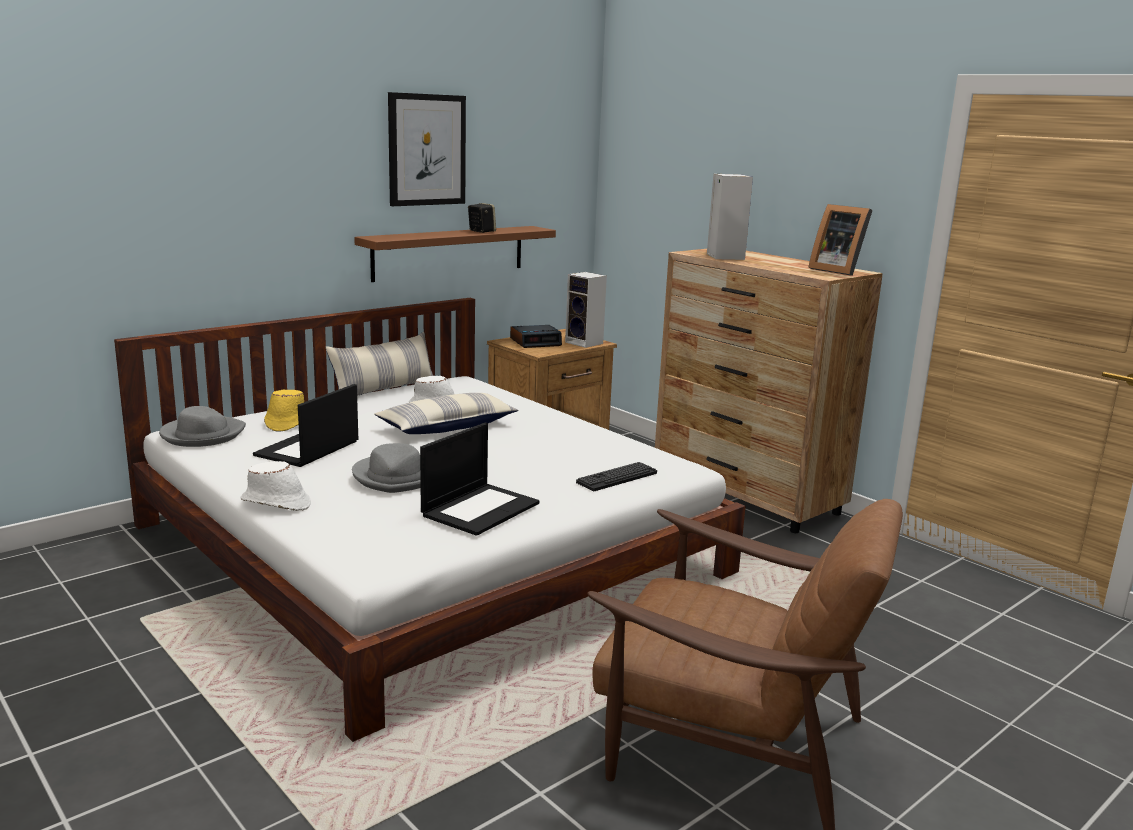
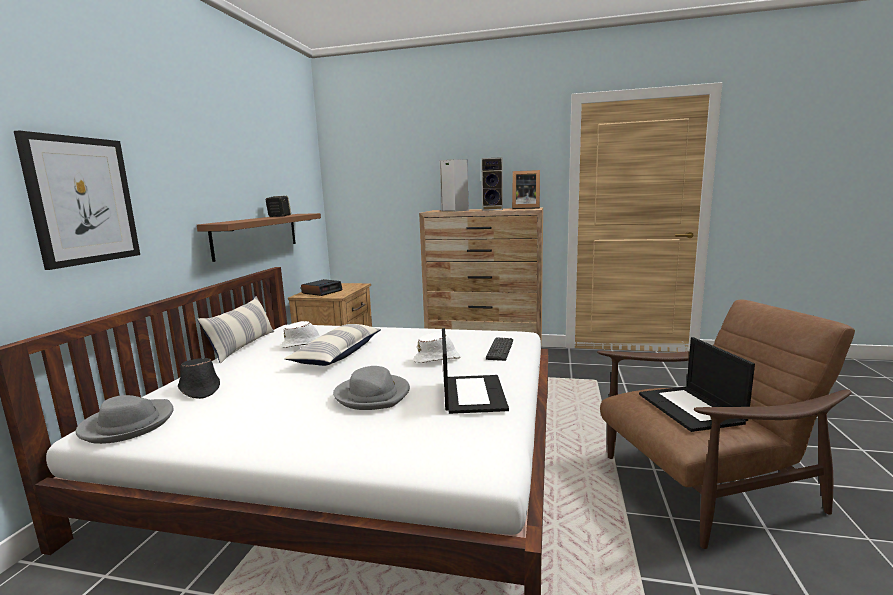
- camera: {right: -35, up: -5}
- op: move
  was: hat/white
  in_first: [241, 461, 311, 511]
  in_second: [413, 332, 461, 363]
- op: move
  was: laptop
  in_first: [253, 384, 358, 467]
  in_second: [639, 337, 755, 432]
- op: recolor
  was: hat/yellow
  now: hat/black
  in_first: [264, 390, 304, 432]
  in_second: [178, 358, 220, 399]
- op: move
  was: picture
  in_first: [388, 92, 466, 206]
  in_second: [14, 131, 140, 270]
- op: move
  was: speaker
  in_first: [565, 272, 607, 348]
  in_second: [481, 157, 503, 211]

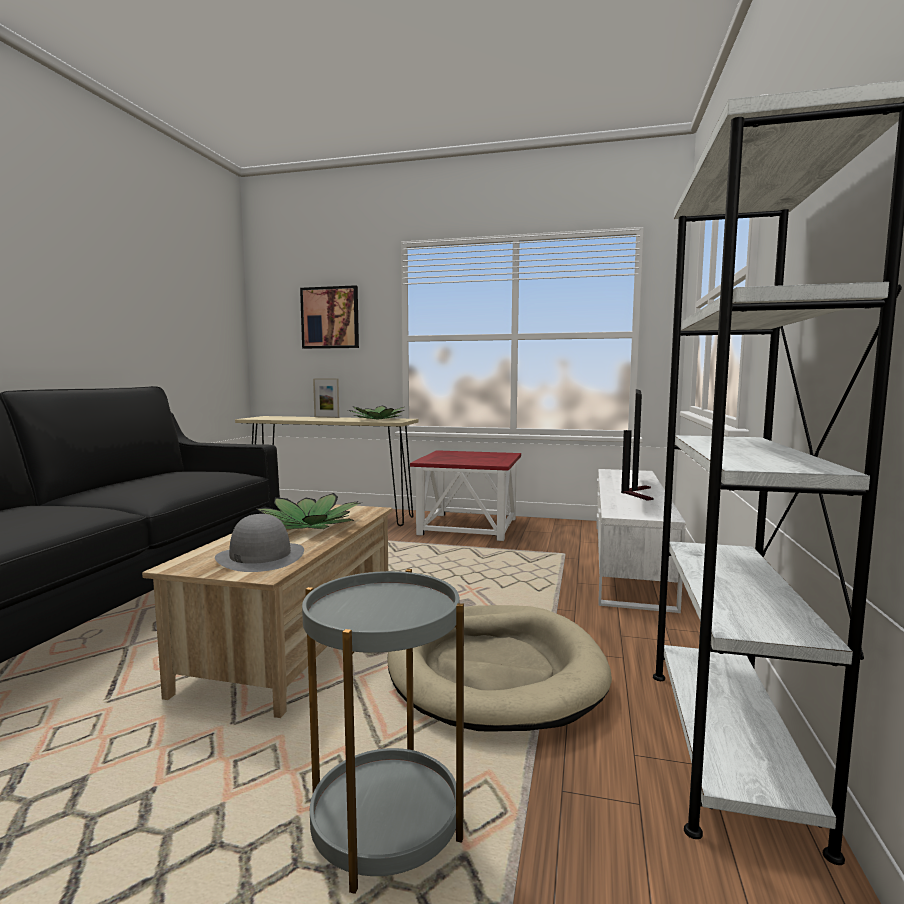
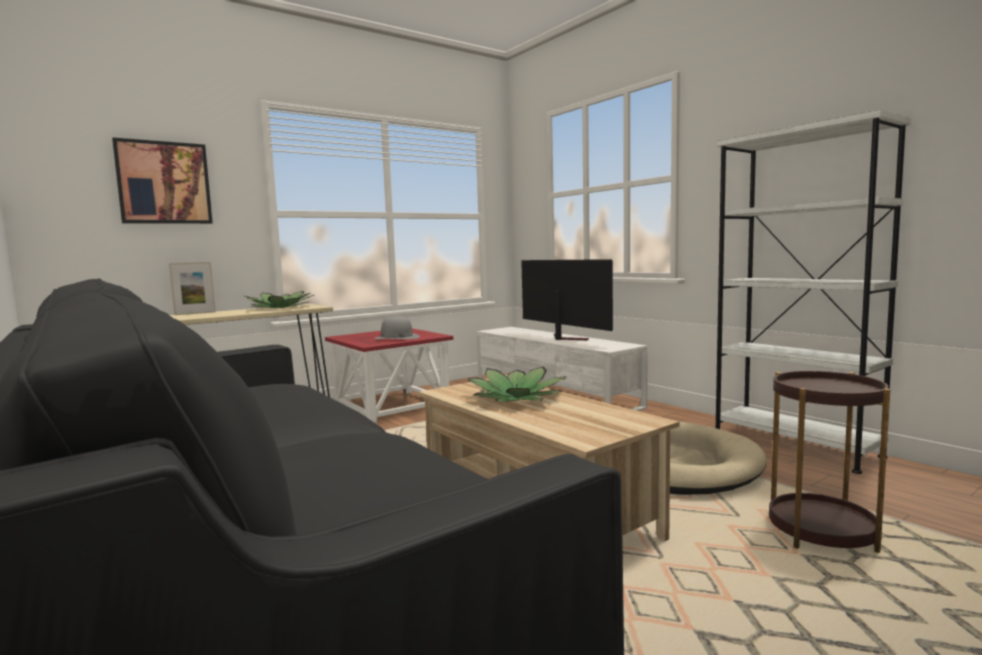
- camera: {right: -50, up: 0}
- op: move
  was: hat/grey
  in_first: [215, 514, 304, 572]
  in_second: [374, 317, 420, 339]
- op: recolor
  was: side table/grey
  now: side table/brown
  in_first: [302, 569, 464, 894]
  in_second: [769, 371, 890, 553]

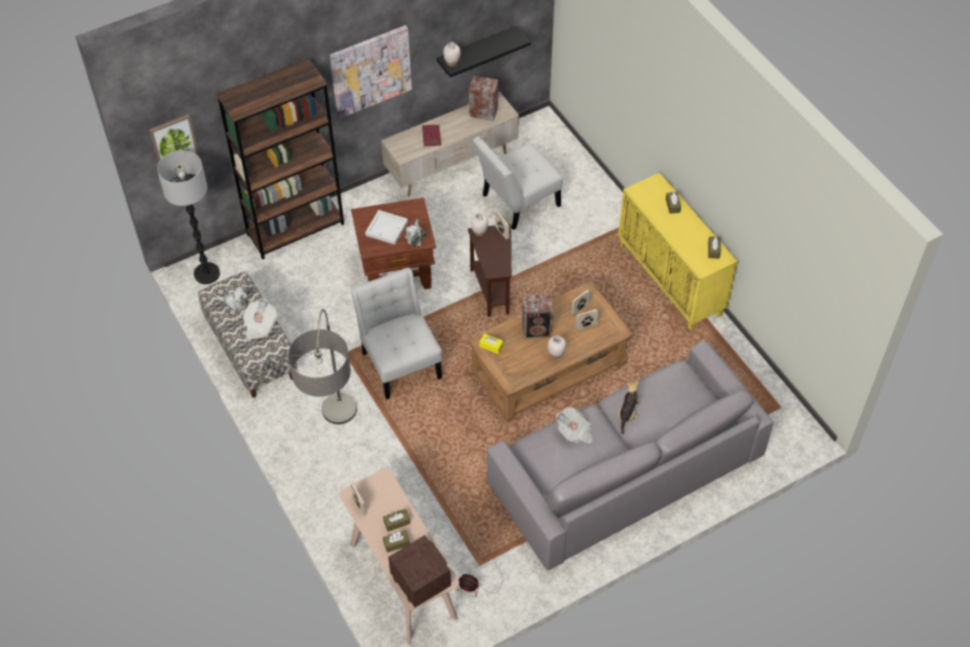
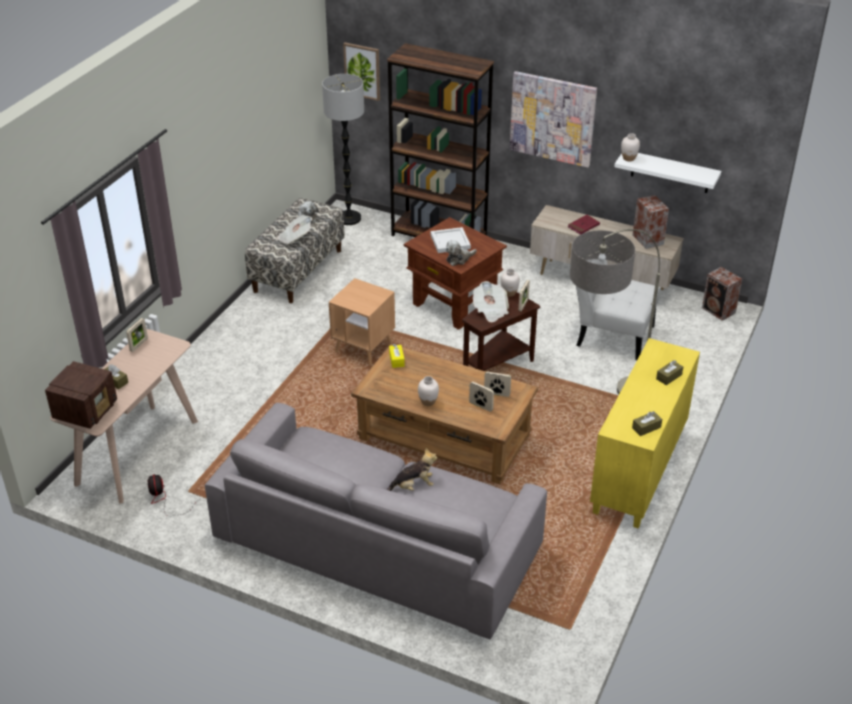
- camera: {right: 55, up: -15}
- op: move
  was: floor lamp
  in_first: [288, 309, 357, 424]
  in_second: [570, 229, 660, 395]
- op: replace
  was: chair/white
  now: side table/brown
  in_first: [351, 267, 442, 400]
  in_second: [329, 278, 395, 365]
- op: delete
  was: tissue box/brown
  in_first: [383, 509, 410, 532]
- op: recolor
  was: shelf/black
  now: shelf/white
  in_first: [437, 26, 531, 78]
  in_second: [614, 153, 721, 193]
- op: move
  was: speaker
  in_first: [522, 294, 553, 339]
  in_second: [702, 267, 742, 321]
- op: move
  was: newspaper
  in_first: [556, 407, 592, 443]
  in_second: [473, 281, 509, 323]

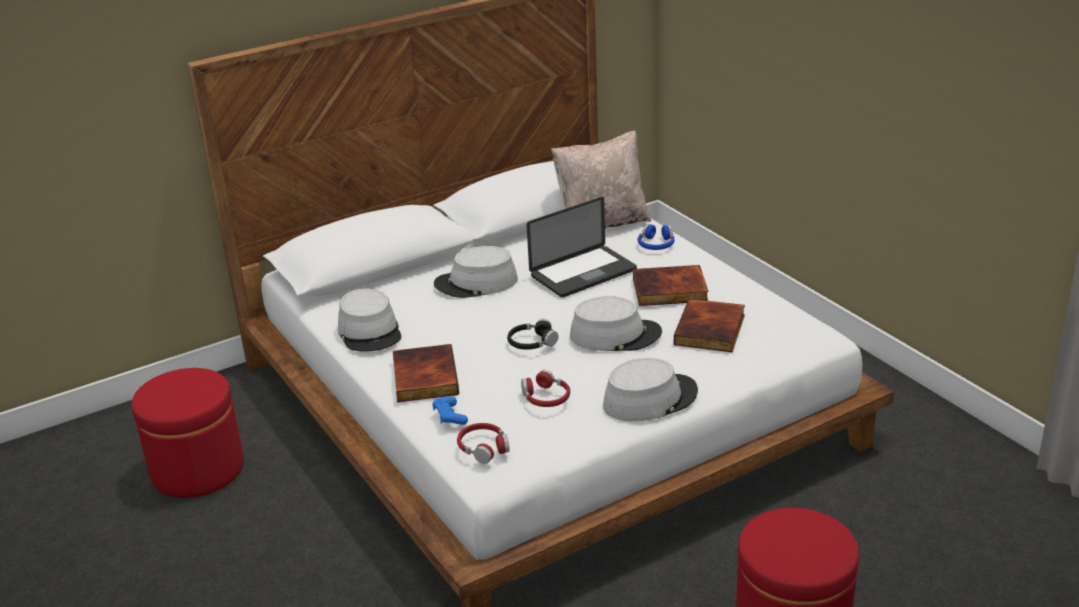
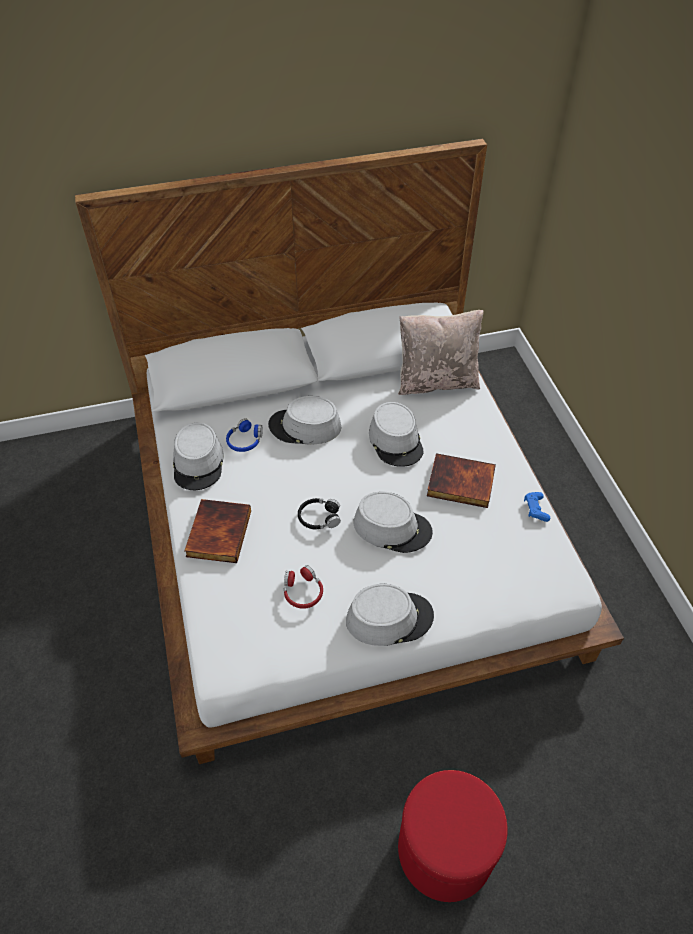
- camera: {right: 15, up: 20}
- op: delete
  was: ottoman/red
  in_first: [131, 368, 244, 498]
- op: move
  was: game controller/blue
  in_first: [432, 397, 468, 425]
  in_second: [524, 492, 550, 522]
- op: delete
  was: headphones/red
  in_first: [457, 423, 510, 464]
- op: replace
  was: laptop
  now: hat/grey
  in_first: [527, 197, 637, 298]
  in_second: [369, 402, 423, 467]
- op: move
  was: headphones/blue
  in_first: [638, 224, 675, 250]
  in_second: [226, 418, 263, 452]
- op: delete
  was: book
  in_first: [674, 299, 745, 352]

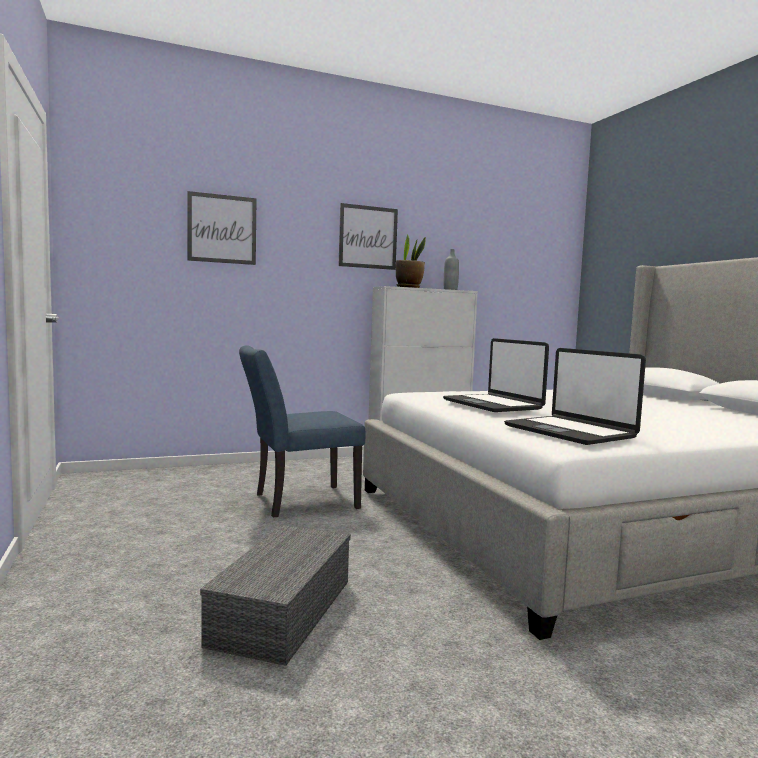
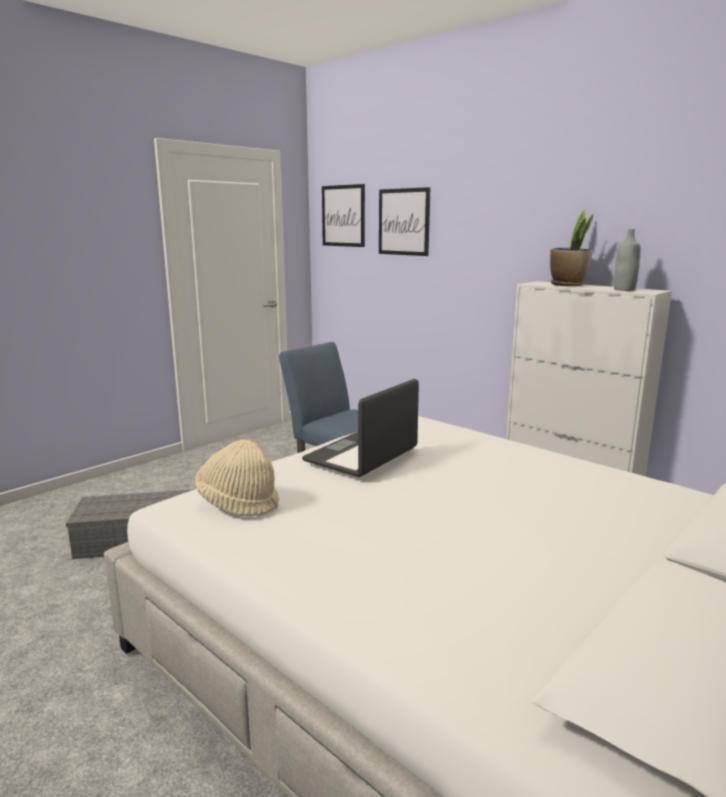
- camera: {right: 65, up: 10}
- op: move
  was: picture
  in_first: [339, 203, 398, 270]
  in_second: [322, 184, 365, 247]
- op: replace
  was: laptop
  now: hat/beige
  in_first: [504, 348, 646, 445]
  in_second: [195, 440, 279, 517]

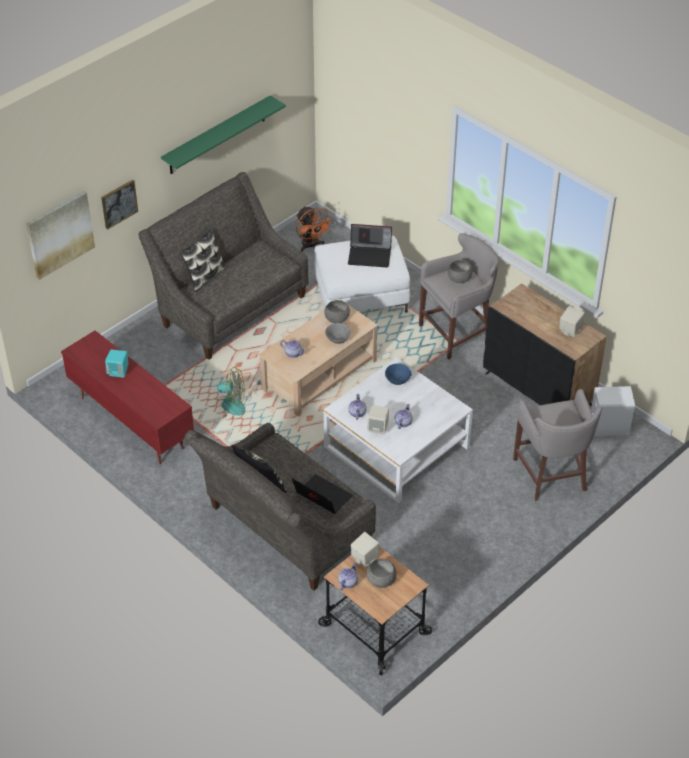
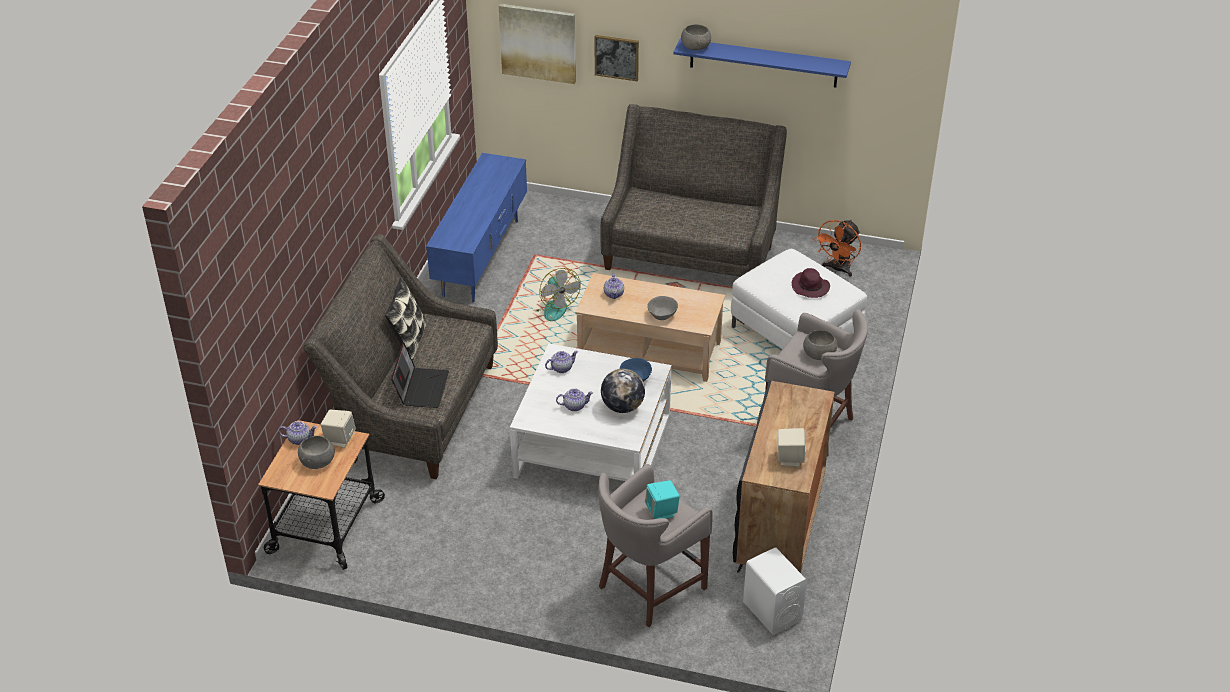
- camera: {right: 60, up: -5}
- op: recolor
  was: tv stand/red
  now: tv stand/blue
  in_first: [61, 330, 194, 464]
  in_second: [425, 153, 527, 302]
- op: move
  was: speaker/turquoise
  in_first: [105, 349, 128, 378]
  in_second: [645, 480, 680, 519]
- op: recolor
  was: shelf/green
  now: shelf/blue
  in_first: [161, 96, 286, 174]
  in_second: [674, 38, 851, 88]
- op: delete
  was: pillow
  in_first: [180, 228, 226, 292]
- op: move
  was: bowl/grey
  in_first: [324, 300, 350, 323]
  in_second: [681, 24, 711, 50]
- op: replace
  was: laptop
  now: hat/purple
  in_first: [348, 224, 392, 267]
  in_second: [792, 268, 830, 298]
- op: delete
  was: speaker/beige
  in_first: [367, 405, 389, 435]
- op: insert
  now: globe
  in_second: [601, 369, 645, 413]

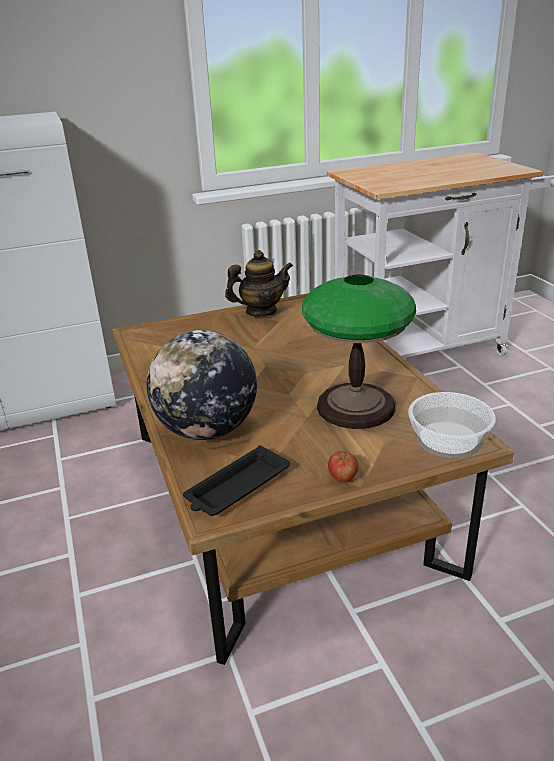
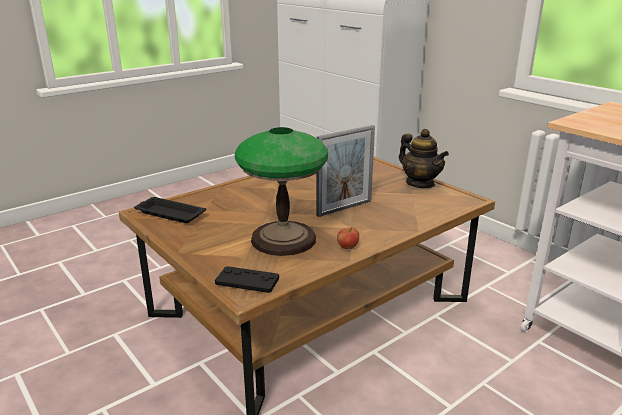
- camera: {right: 70, up: -5}
- op: delete
  was: globe
  in_first: [147, 330, 257, 440]
- op: move
  was: apple
  in_first: [328, 451, 358, 483]
  in_second: [337, 227, 359, 249]
- op: replace
  was: bowl
  now: game controller/black
  in_first: [408, 392, 496, 458]
  in_second: [215, 266, 279, 293]
- op: insert
  now: picture frame
  in_second: [316, 125, 375, 217]

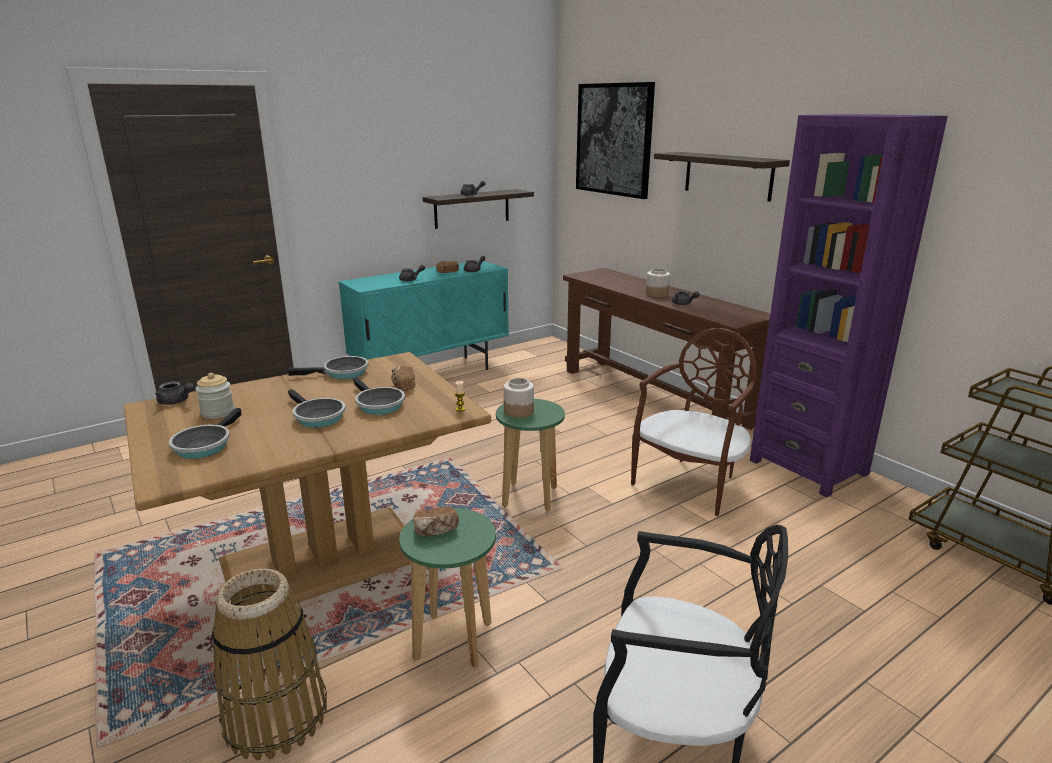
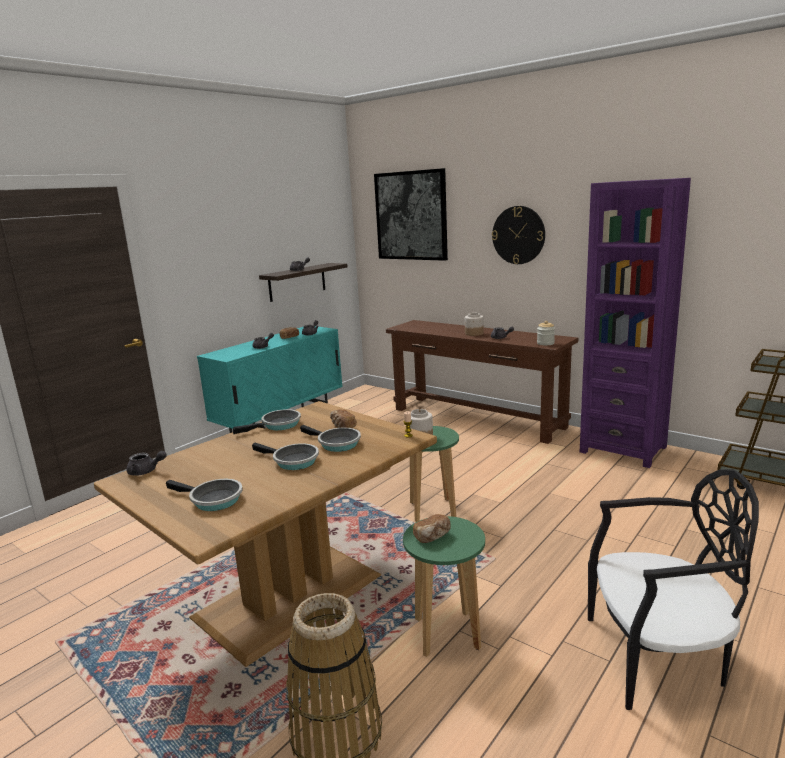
- camera: {right: -15, up: -5}
- op: rotate
  was: frying pan
  in_first: [169, 408, 241, 459]
  in_second: [166, 479, 243, 511]
  clockwise: -60
- op: move
  was: jar
  in_first: [196, 373, 234, 419]
  in_second: [537, 321, 555, 345]
- op: delete
  was: chair/brown
  in_first: [631, 328, 757, 516]
- op: replace
  was: shelf
  now: wall clock
  in_first: [654, 152, 790, 202]
  in_second: [492, 206, 545, 264]

